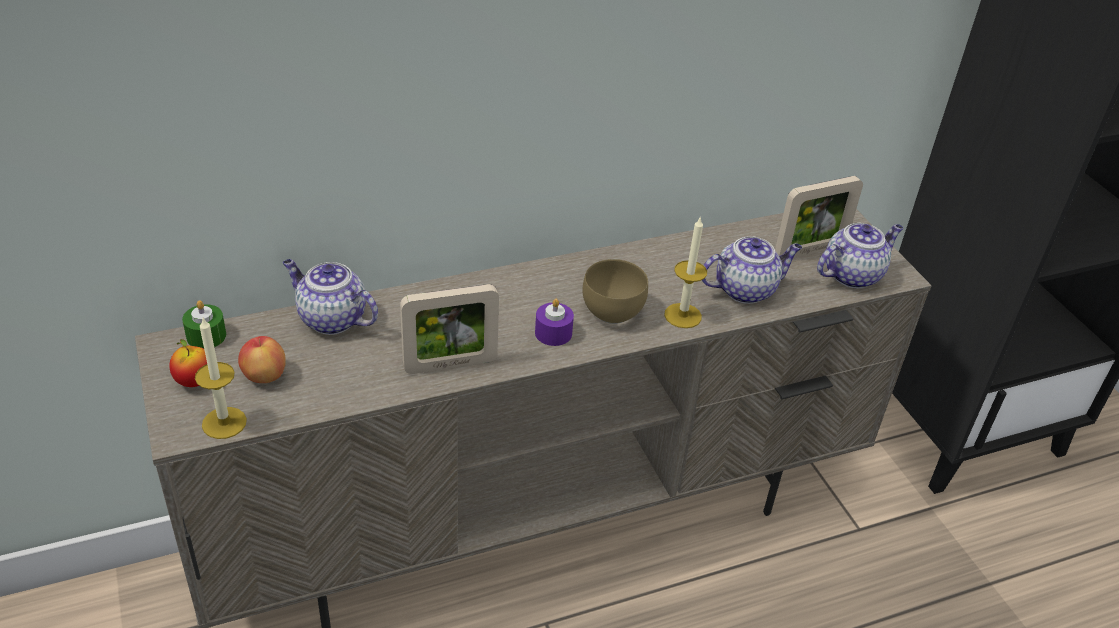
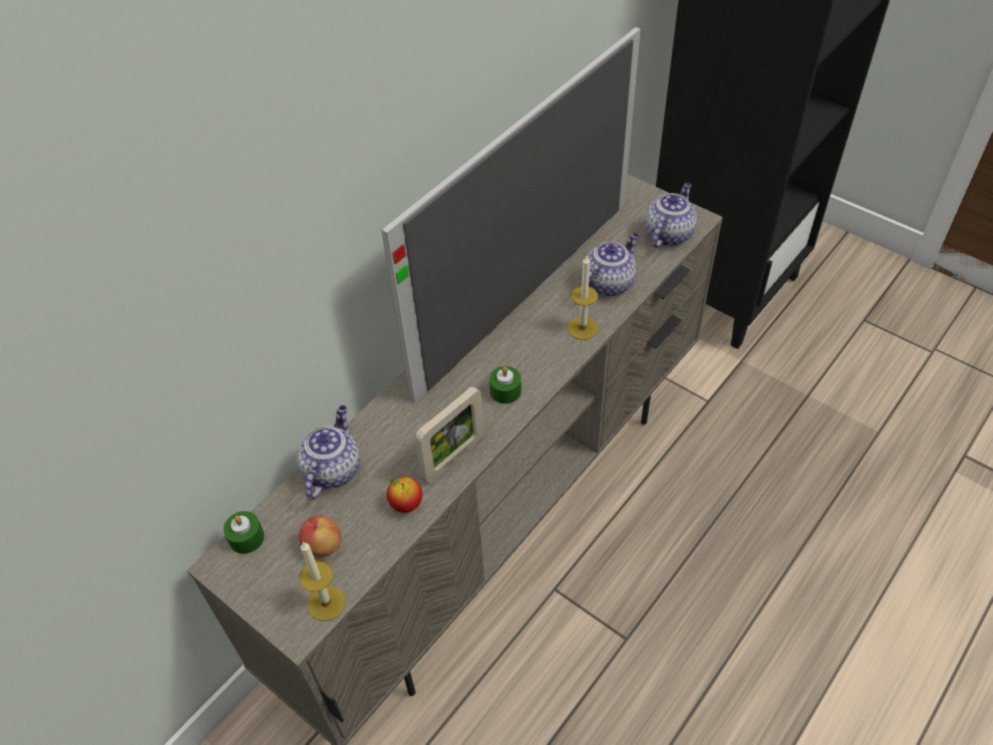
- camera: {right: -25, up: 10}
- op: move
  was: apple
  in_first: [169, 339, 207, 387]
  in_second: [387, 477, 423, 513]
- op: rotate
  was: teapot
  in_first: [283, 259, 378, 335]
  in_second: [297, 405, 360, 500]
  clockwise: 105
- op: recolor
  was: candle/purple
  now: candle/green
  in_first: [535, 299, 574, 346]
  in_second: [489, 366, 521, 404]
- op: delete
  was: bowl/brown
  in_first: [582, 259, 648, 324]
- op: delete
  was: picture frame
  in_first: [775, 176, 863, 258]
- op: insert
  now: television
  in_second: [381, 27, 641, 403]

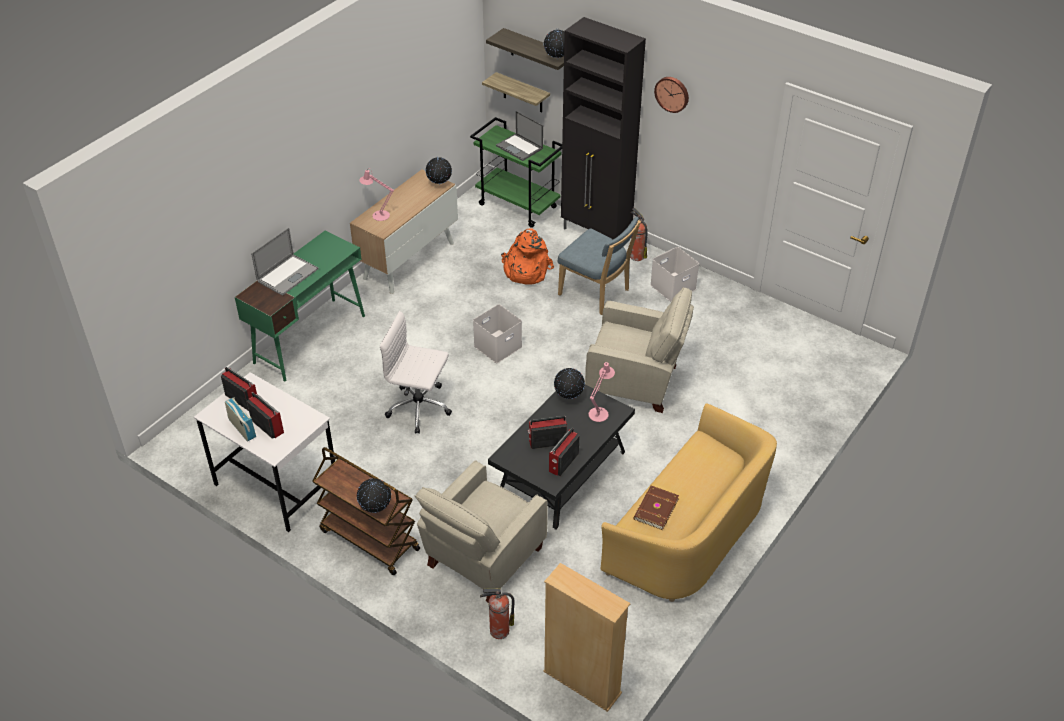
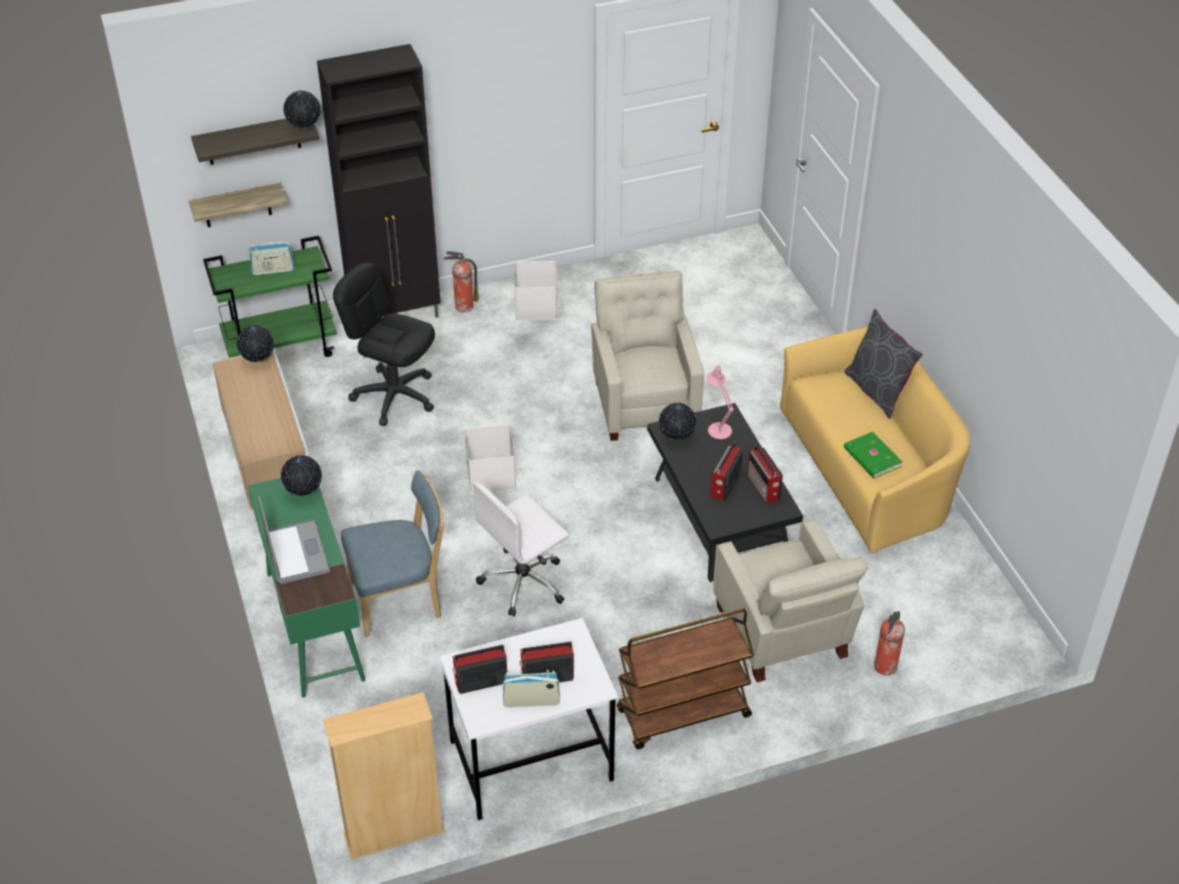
- camera: {right: -55, up: 0}
- op: move
  was: globe
  in_first: [357, 478, 391, 513]
  in_second: [281, 455, 322, 496]
- op: delete
  was: table lamp/pink
  in_first: [359, 168, 394, 221]
- op: replace
  was: laptop
  now: radio
  in_first: [496, 111, 543, 161]
  in_second: [248, 242, 295, 276]
- op: replace
  was: backpack/orange
  now: office chair/black
  in_first: [501, 228, 554, 285]
  in_second: [333, 263, 435, 426]
- op: move
  was: bookcase/beige
  in_first: [543, 563, 630, 712]
  in_second: [323, 692, 445, 860]
- op: move
  was: chair/blue
  in_first: [557, 217, 641, 315]
  in_second: [341, 470, 444, 637]
- op: rotate
  was: armchair/beige
  in_first: [585, 287, 694, 413]
  in_second: [591, 270, 704, 441]
  clockwise: -60
- op: recolor
  was: book/brown
  now: book/green
  in_first: [633, 485, 679, 530]
  in_second: [844, 432, 902, 478]
- op: delete
  was: wall clock
  in_first: [654, 77, 689, 113]
- op: insert
  now: pillow/grey
  in_second: [845, 309, 923, 419]

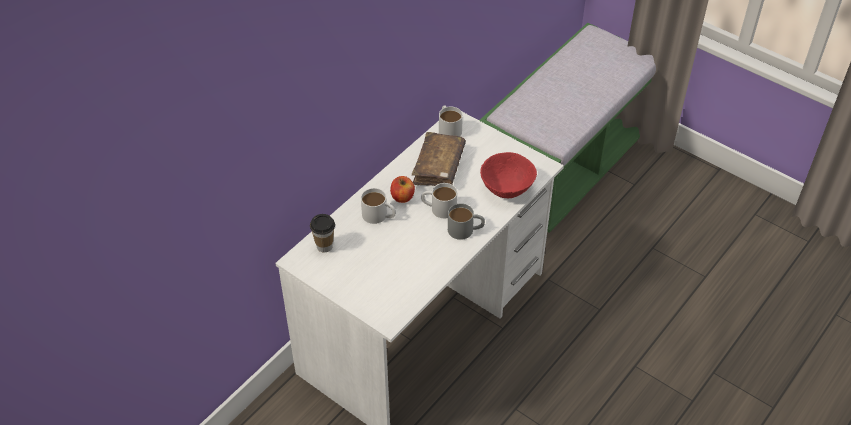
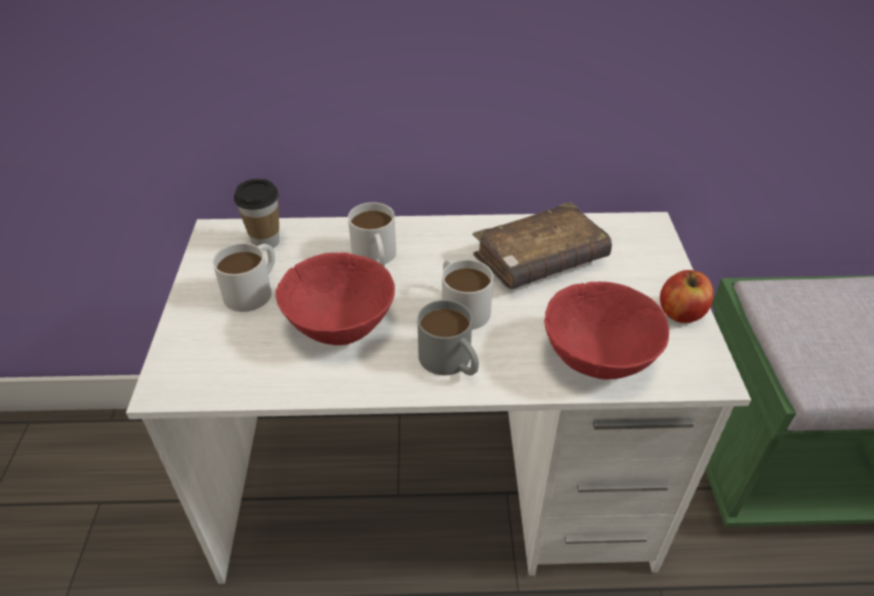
- camera: {right: 50, up: -5}
- op: move
  was: apple
  in_first: [390, 176, 415, 203]
  in_second: [660, 270, 713, 323]
- op: move
  was: mug/white
  in_first: [439, 106, 463, 136]
  in_second: [213, 243, 275, 312]
- op: insert
  now: bowl/red
  in_second: [275, 252, 395, 345]

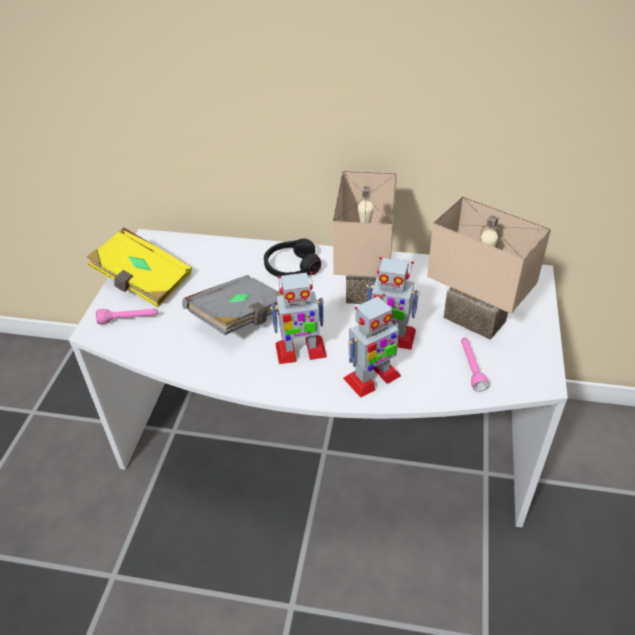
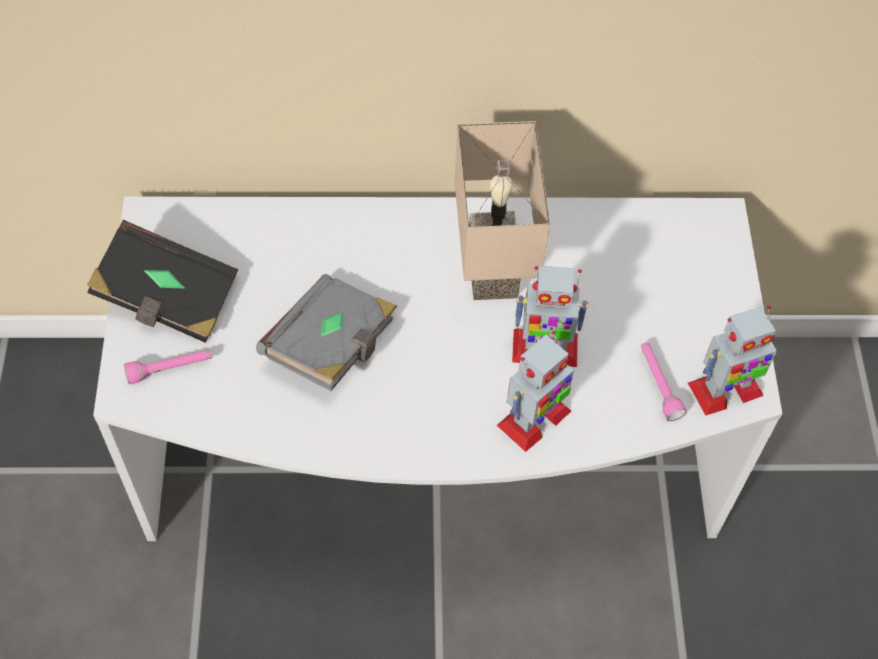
- camera: {right: -15, up: 15}
- op: recolor
  was: book/yellow
  now: book/black
  in_first: [87, 228, 192, 308]
  in_second: [87, 220, 238, 343]
- op: delete
  was: headphones/black
  in_first: [264, 239, 321, 278]
- op: move
  was: toy robot
  in_first: [270, 271, 327, 364]
  in_second: [688, 305, 777, 416]
- op: delete
  was: table lamp/beige
  in_first: [427, 196, 551, 340]

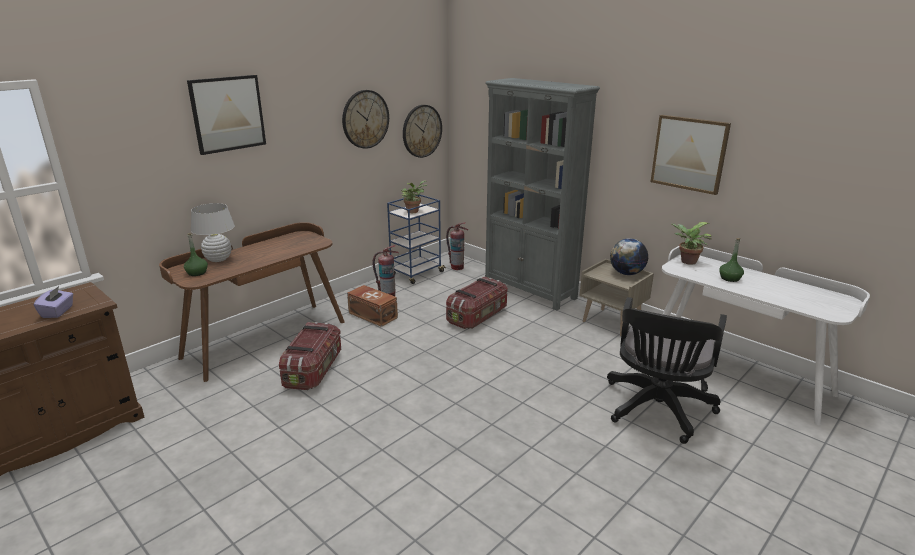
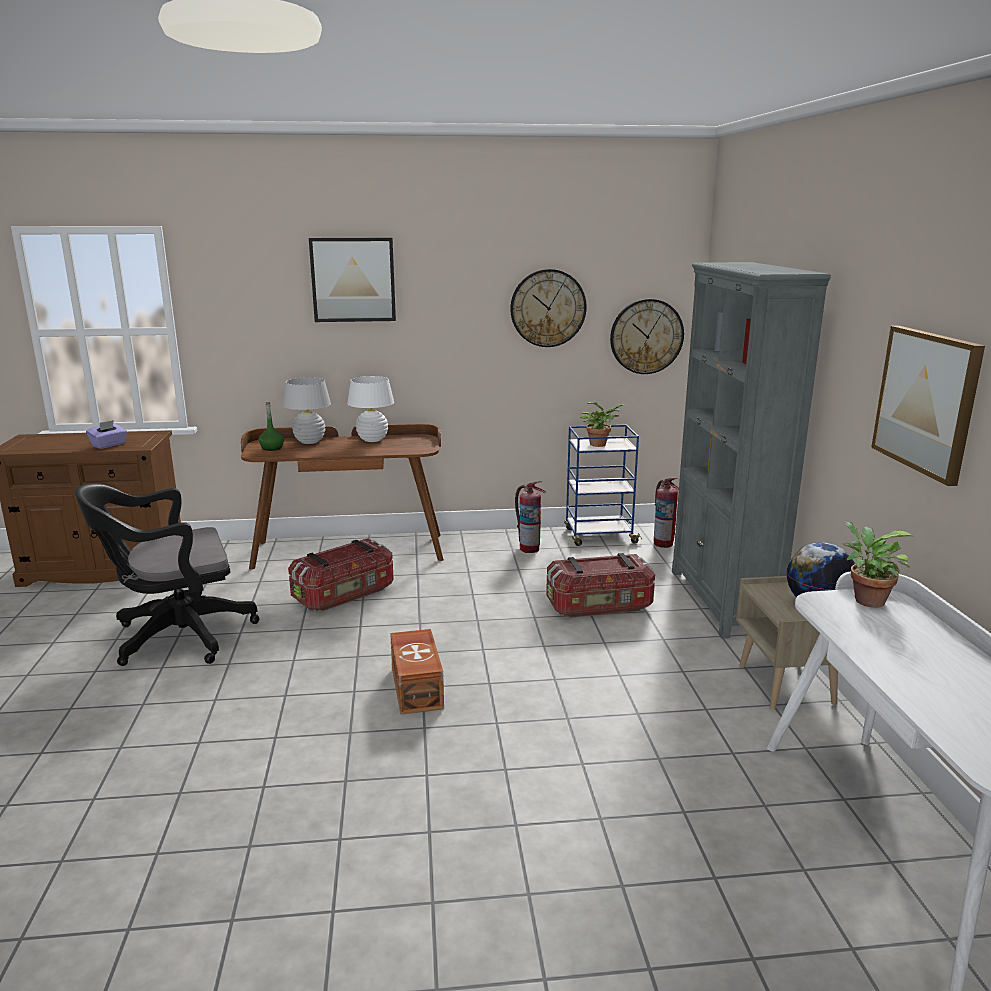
- camera: {right: 40, up: -5}
- op: move
  was: storage box/brown
  in_first: [347, 285, 398, 327]
  in_second: [390, 629, 444, 715]
- op: move
  was: office chair/black
  in_first: [607, 297, 727, 444]
  in_second: [75, 483, 260, 666]
- op: delete
  was: bottle/green
  in_first: [719, 238, 744, 282]
- op: insert
  now: table lamp/white
  in_second: [347, 376, 394, 442]

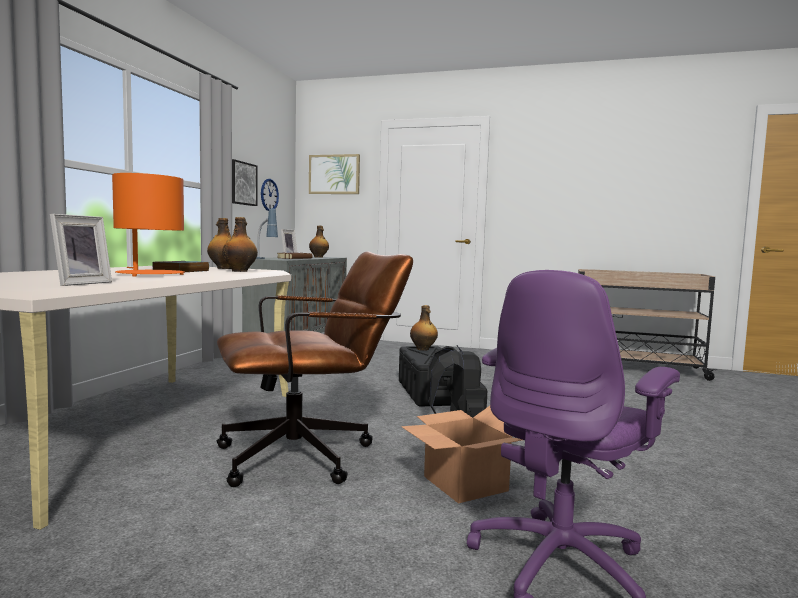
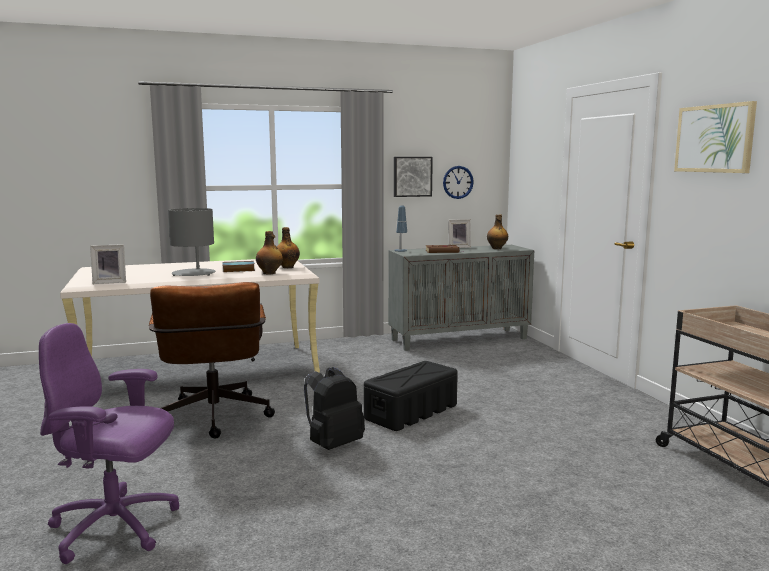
- camera: {right: 55, up: 5}
- op: recolor
  was: table lamp/orange
  now: table lamp/grey
  in_first: [112, 173, 185, 277]
  in_second: [168, 208, 215, 276]
- op: rotate
  was: office chair/brown
  in_first: [216, 251, 413, 487]
  in_second: [149, 282, 275, 438]
  clockwise: 45
- op: move
  was: picture
  in_first: [309, 154, 360, 194]
  in_second: [674, 101, 757, 173]
- op: delete
  was: cardboard box
  in_first: [401, 406, 522, 503]
- op: delete
  was: bottle
  in_first: [410, 305, 438, 351]

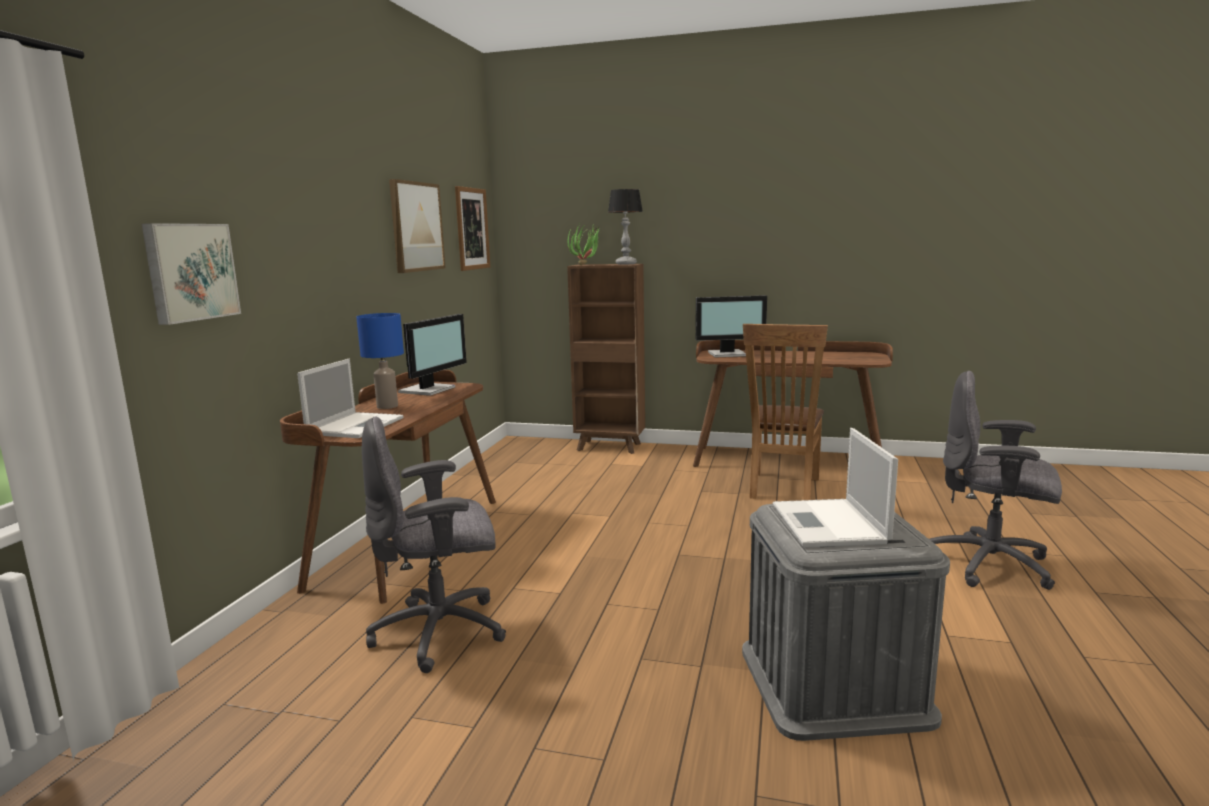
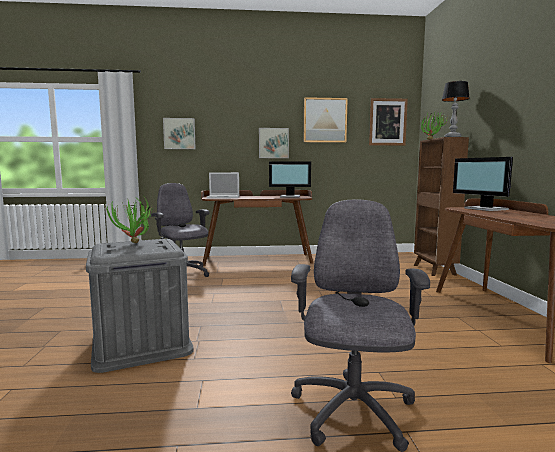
- camera: {right: 70, up: -5}
- op: delete
  was: table lamp/blue
  in_first: [356, 313, 404, 409]
- op: delete
  was: chair/brown
  in_first: [743, 324, 828, 500]
- op: replace
  was: laptop
  now: potted plant
  in_first: [773, 428, 898, 547]
  in_second: [105, 195, 154, 243]
- op: insert
  now: picture
  in_second: [259, 128, 289, 158]

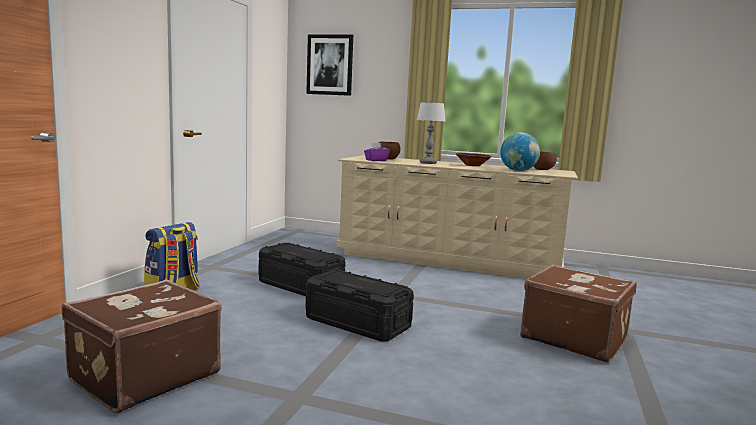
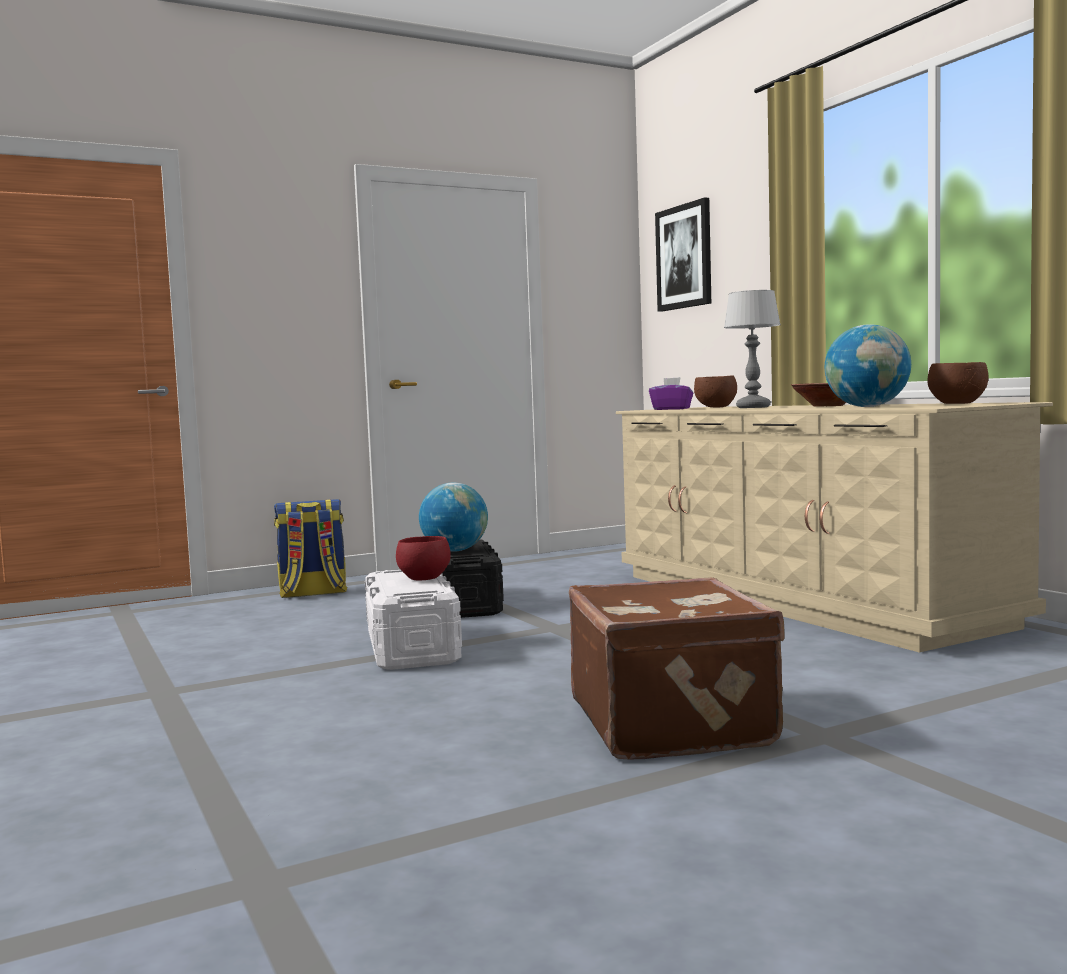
- camera: {right: 45, up: -5}
- op: delete
  was: suitcase/brown
  in_first: [62, 279, 222, 413]
- op: recolor
  was: storage box/black
  now: storage box/white
  in_first: [305, 270, 414, 342]
  in_second: [365, 570, 462, 670]
- op: insert
  now: bowl/red
  in_second: [396, 536, 451, 580]
- op: insert
  now: globe
  in_second: [419, 483, 488, 552]

